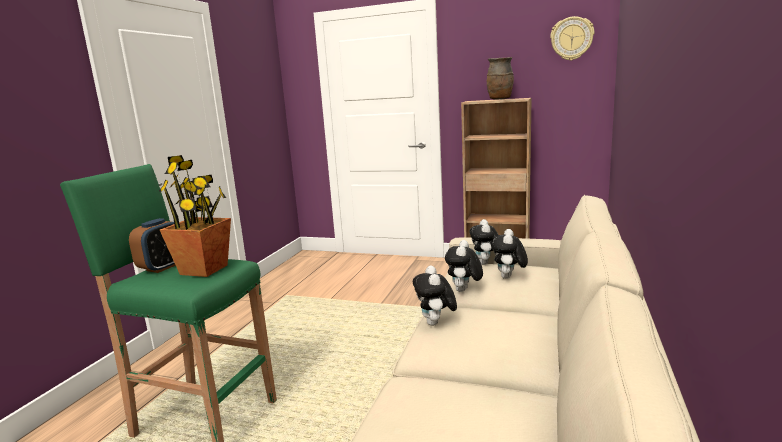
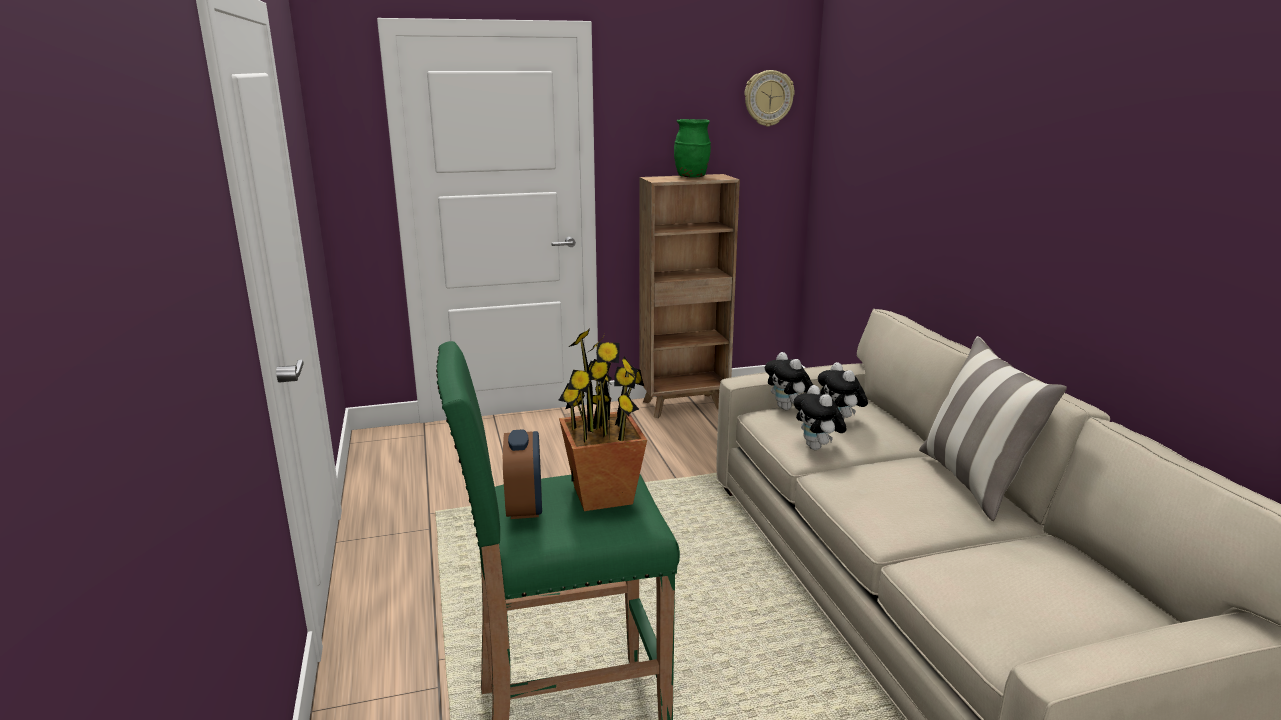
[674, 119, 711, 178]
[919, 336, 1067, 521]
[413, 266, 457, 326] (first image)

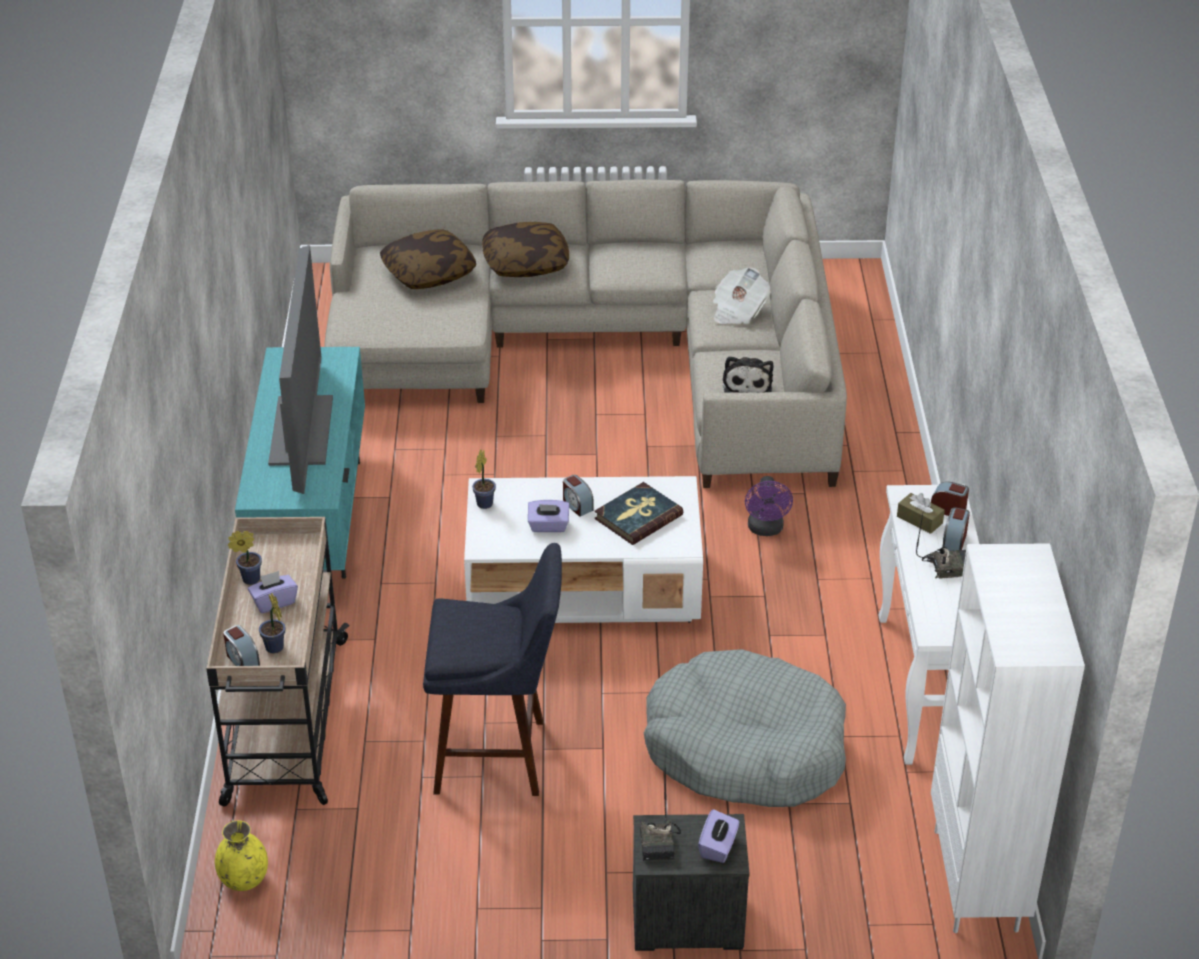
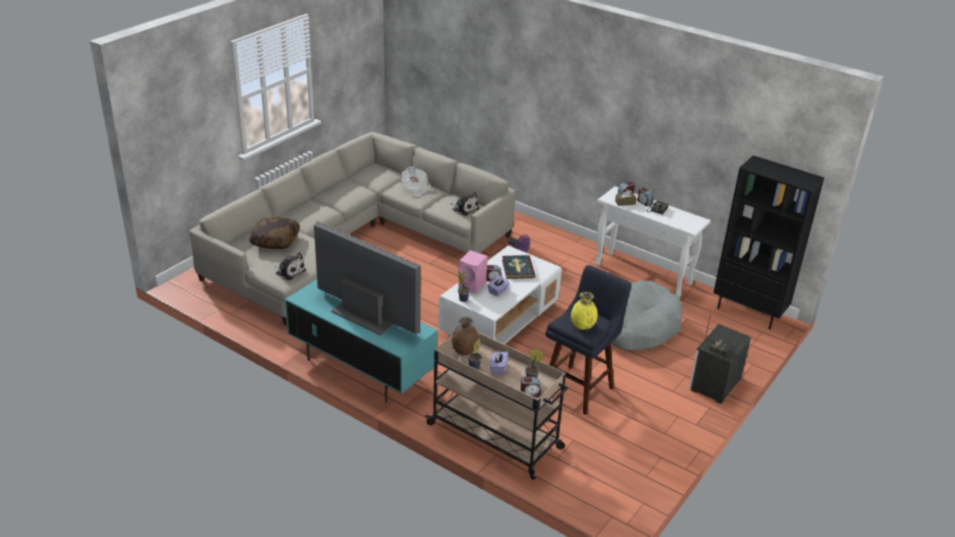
[275, 252, 306, 280]
[452, 317, 479, 356]
[458, 250, 488, 293]
[571, 292, 598, 330]
[713, 155, 824, 330]
[482, 222, 569, 277] (first image)
[698, 809, 739, 863] (first image)

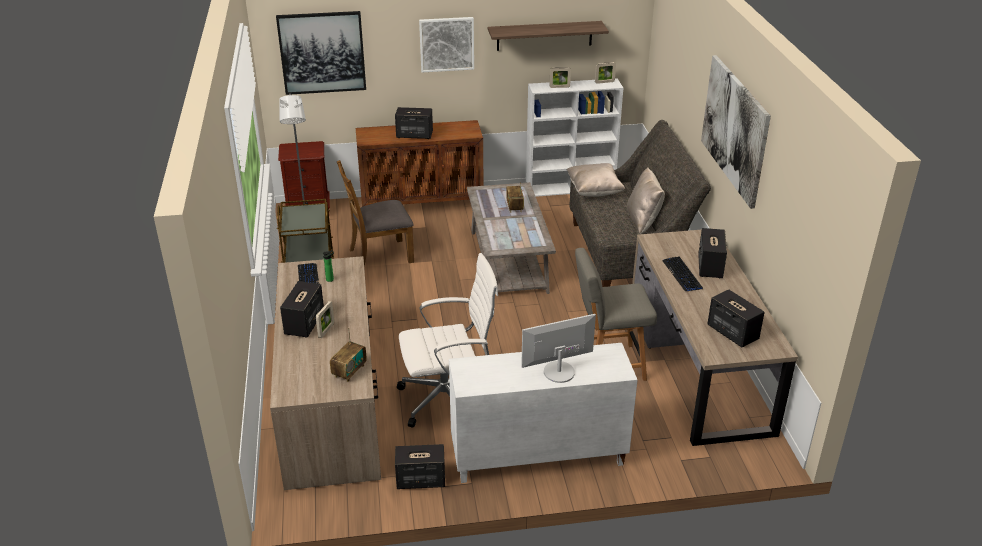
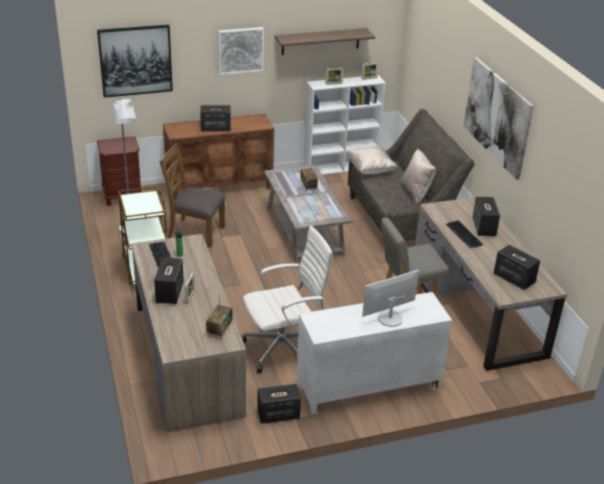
[159, 144, 226, 248]

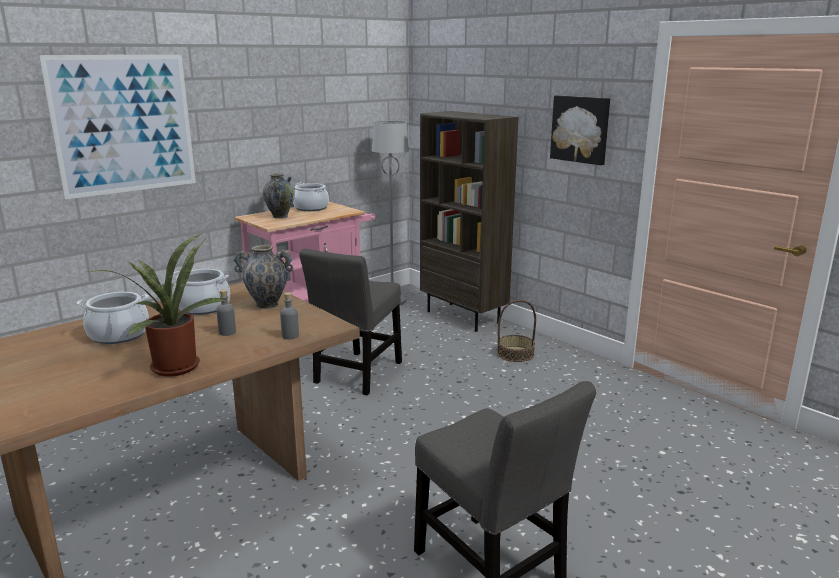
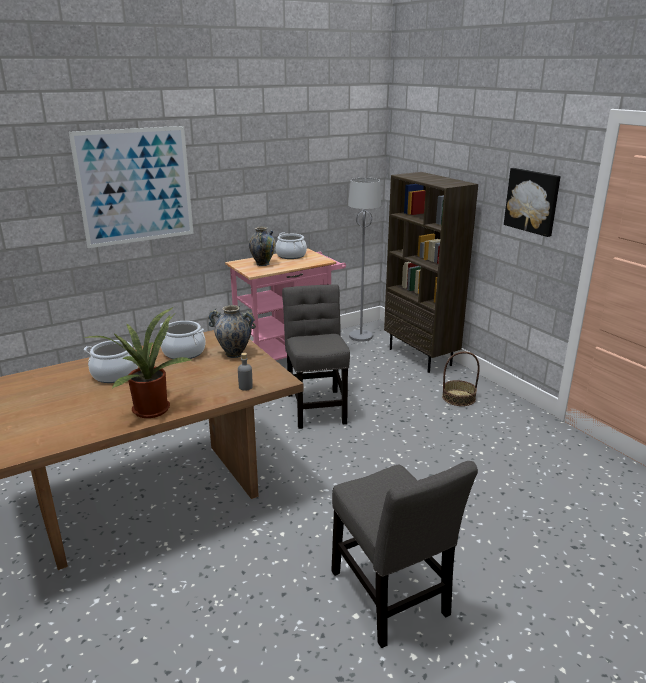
[282, 285, 350, 429]
[216, 289, 236, 336] (first image)

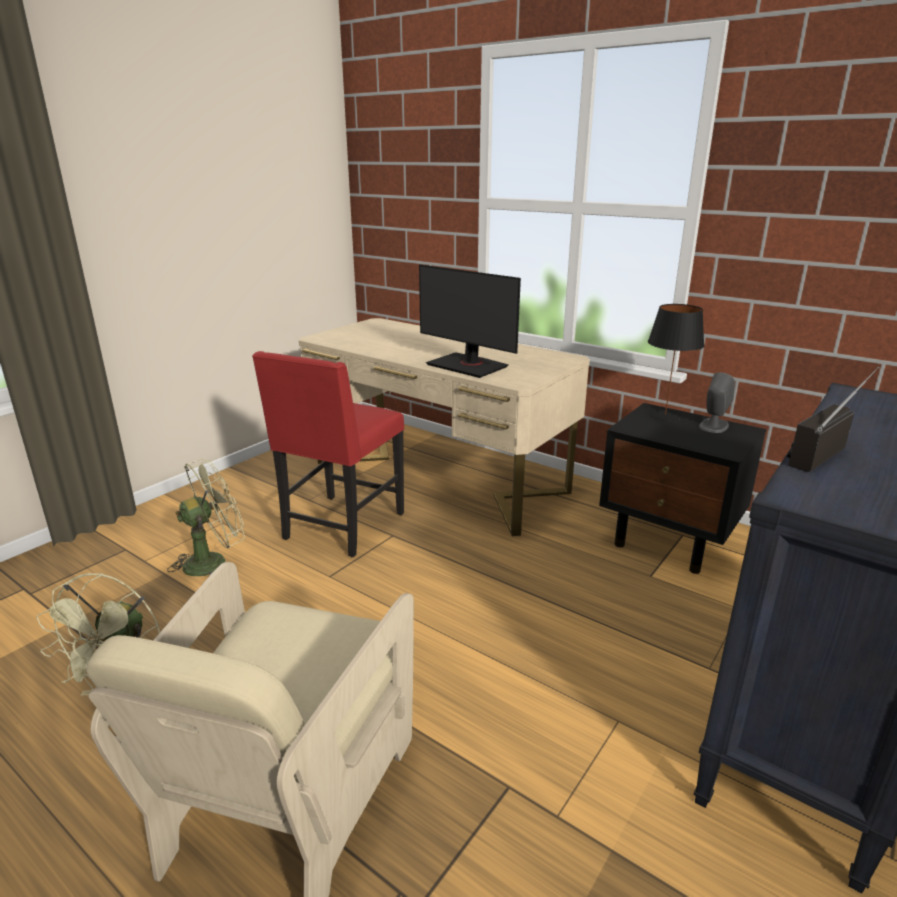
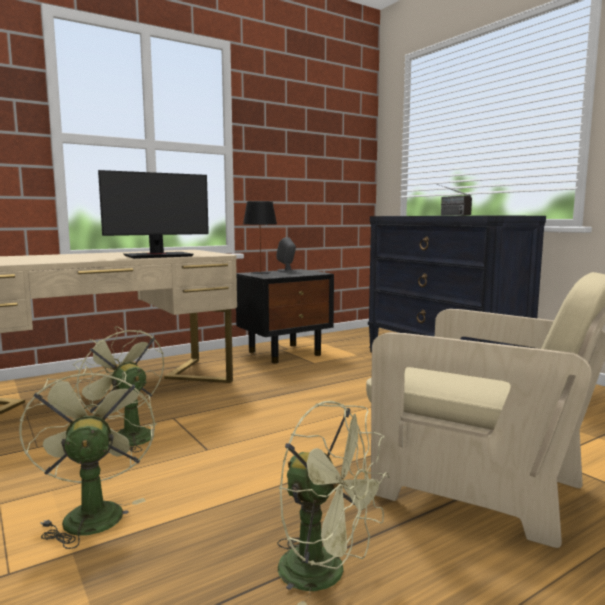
[72, 326, 164, 453]

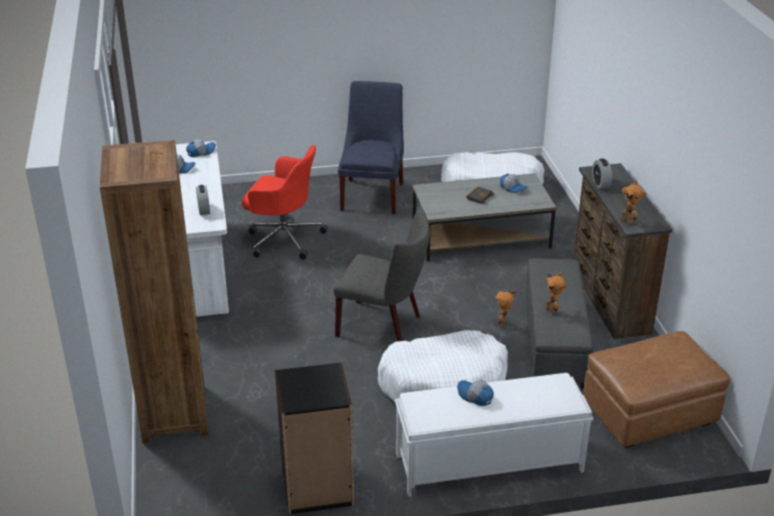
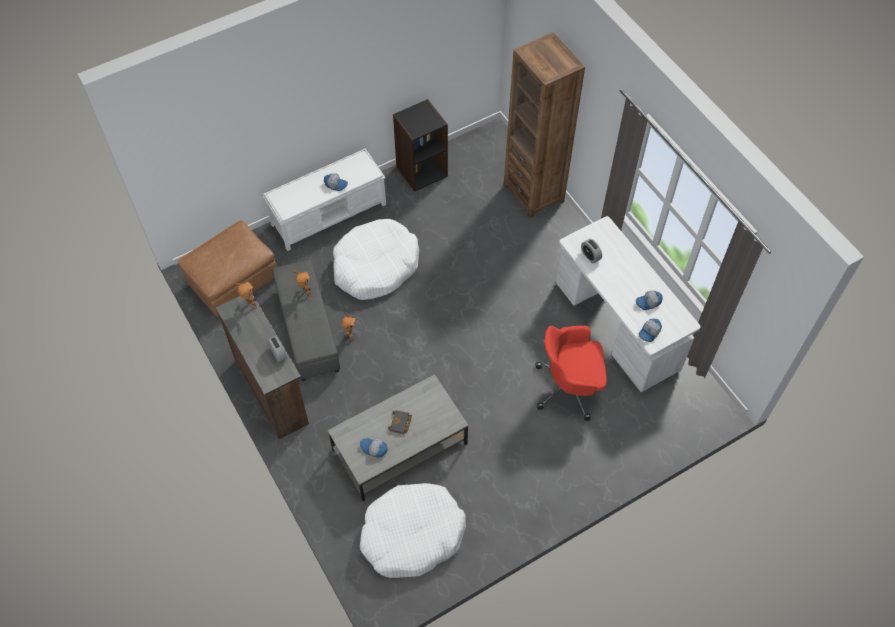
[334, 206, 430, 341] (first image)
[338, 81, 404, 214] (first image)

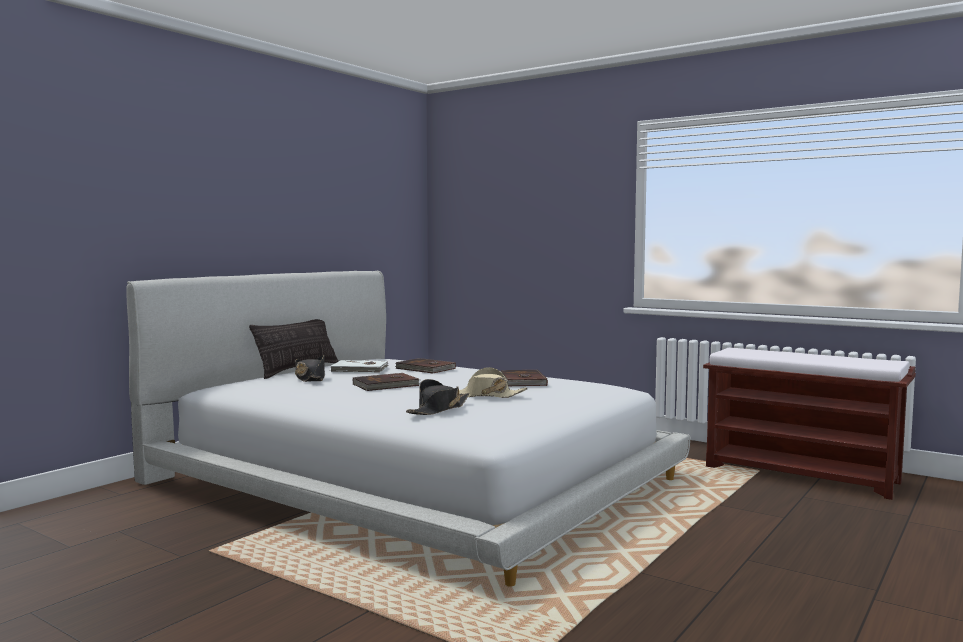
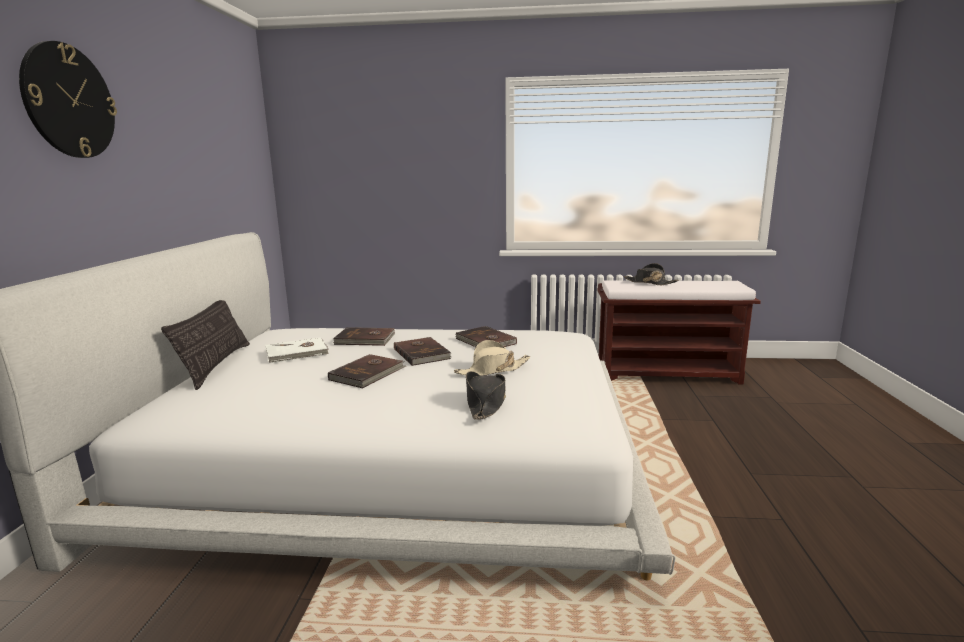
[19, 41, 117, 158]
[394, 337, 451, 366]
[624, 263, 679, 285]

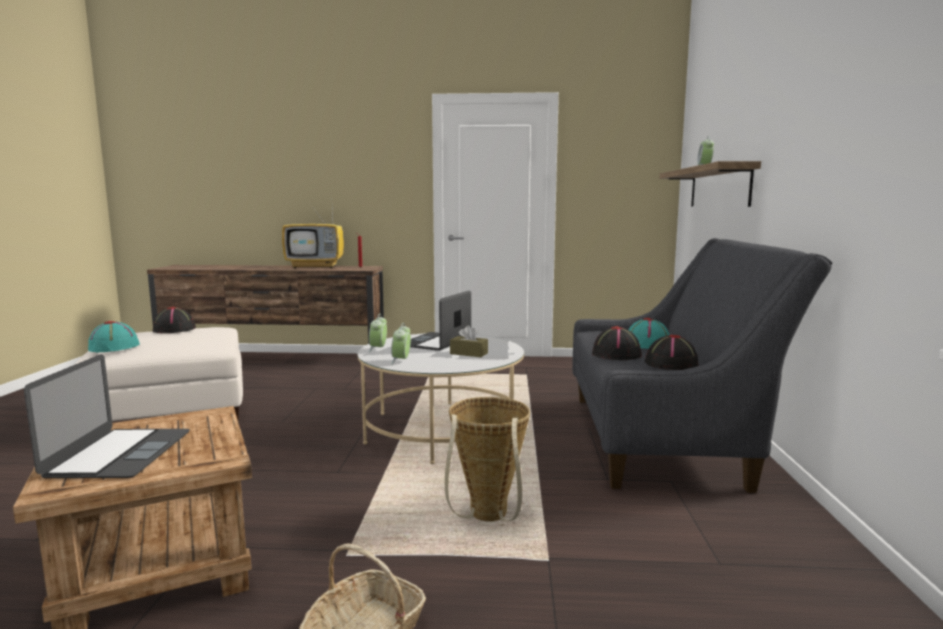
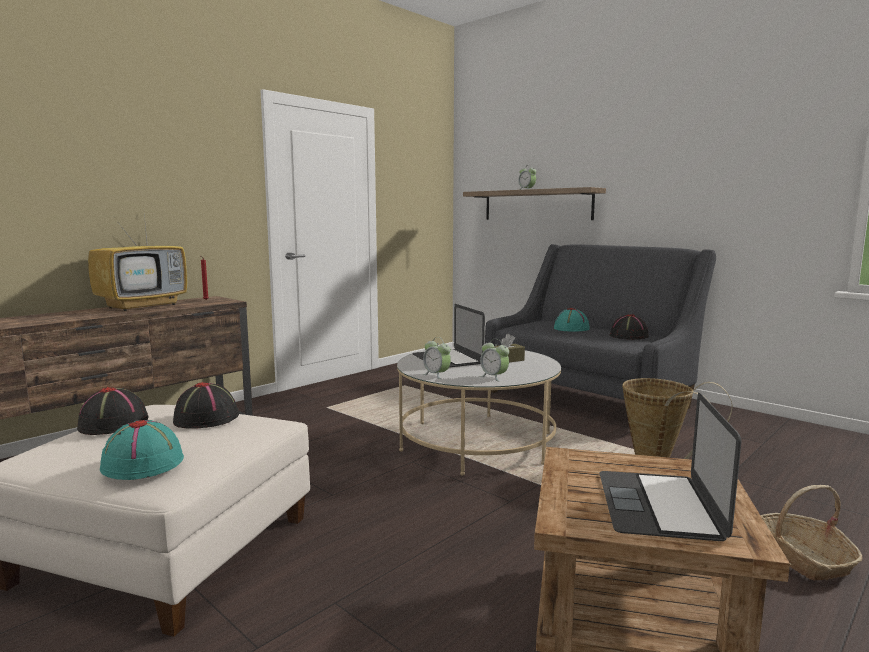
[173, 382, 239, 429]
[599, 393, 742, 541]

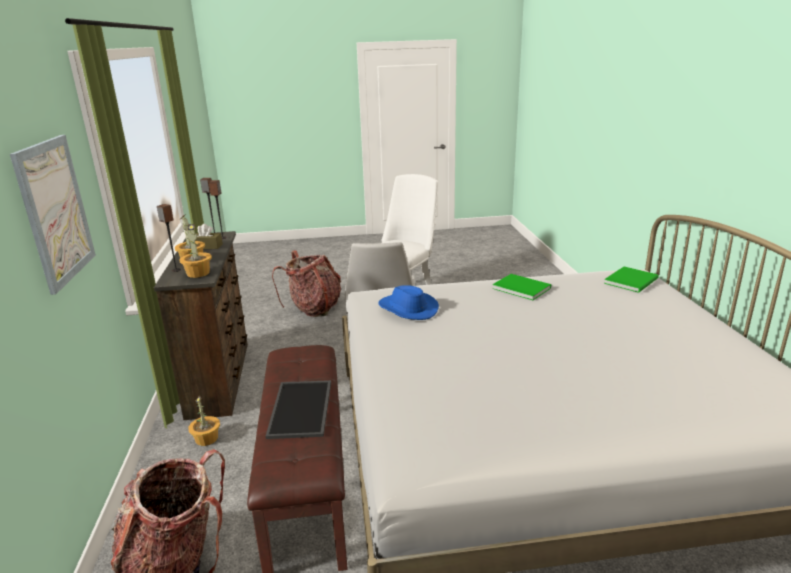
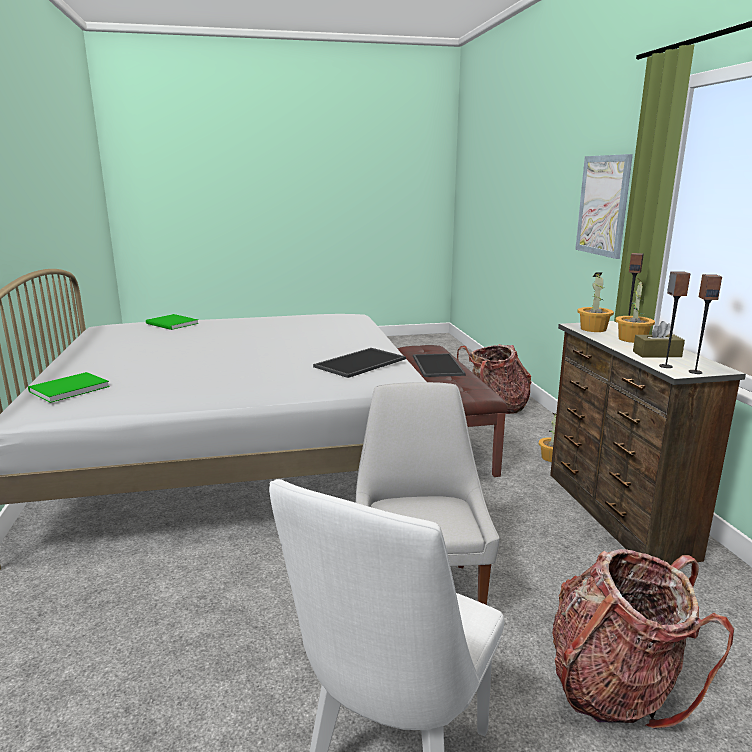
[146, 314, 199, 330]
[313, 348, 406, 378]

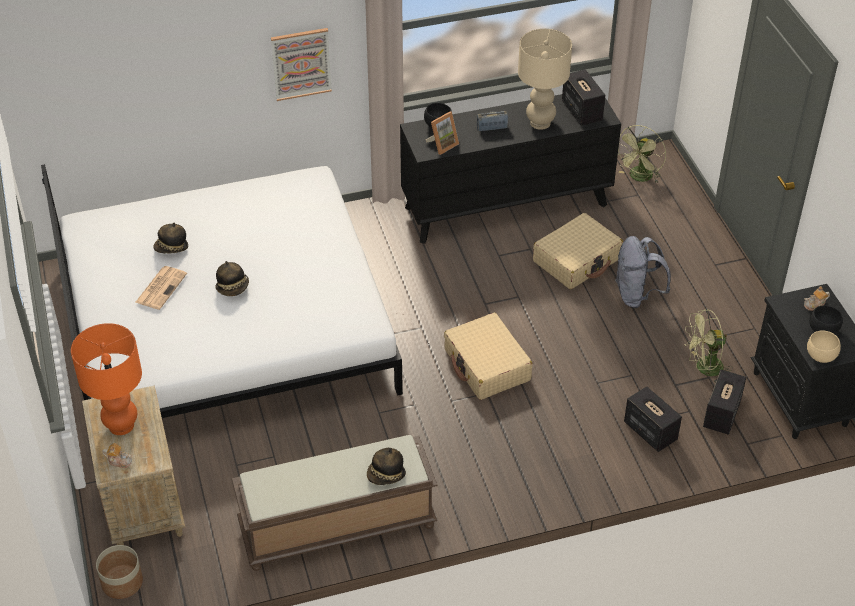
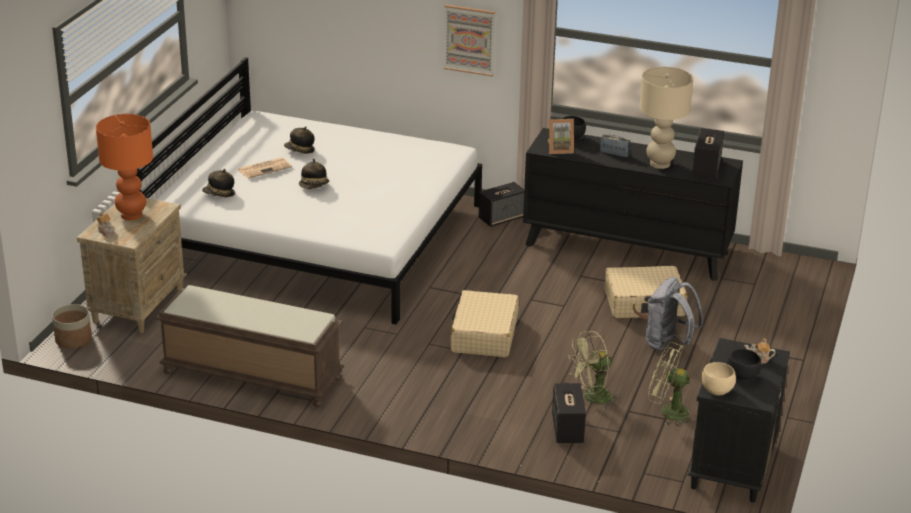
[202, 169, 235, 197]
[479, 182, 524, 227]
[568, 331, 621, 409]

